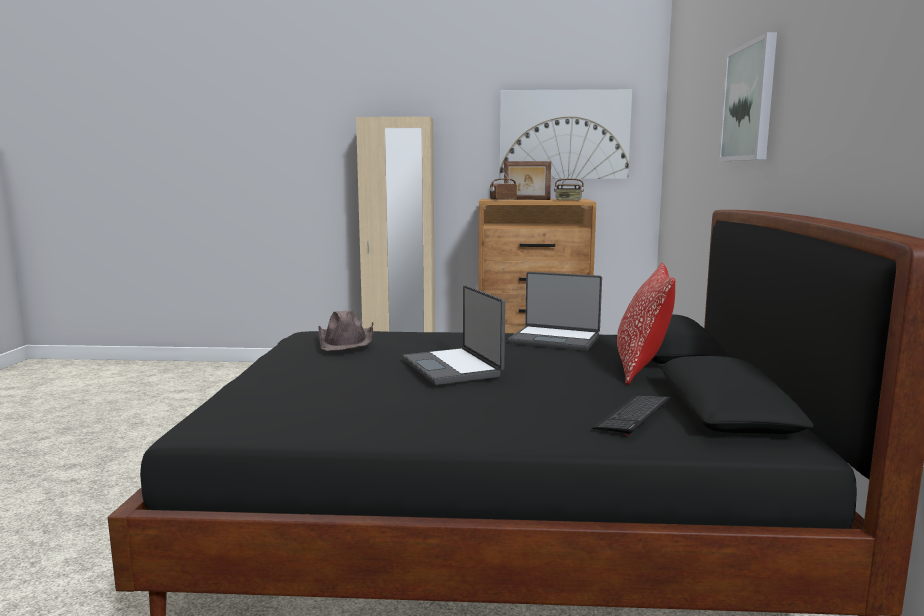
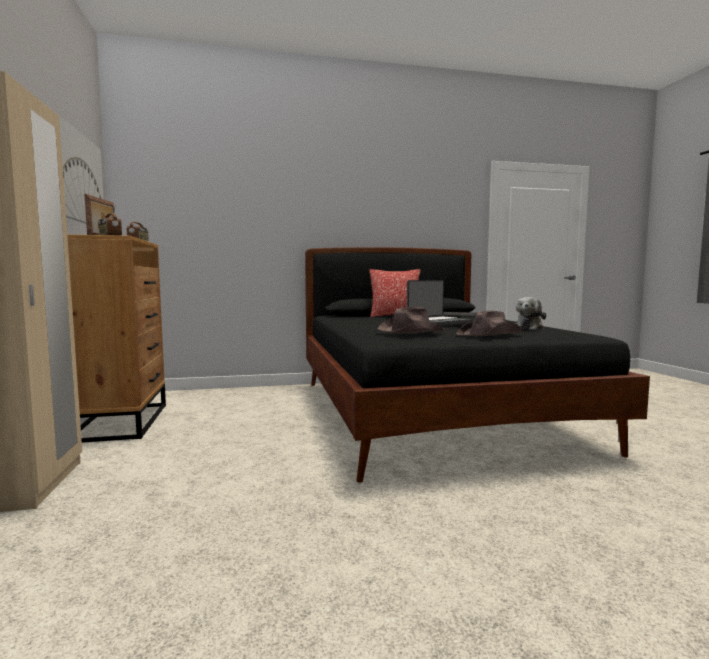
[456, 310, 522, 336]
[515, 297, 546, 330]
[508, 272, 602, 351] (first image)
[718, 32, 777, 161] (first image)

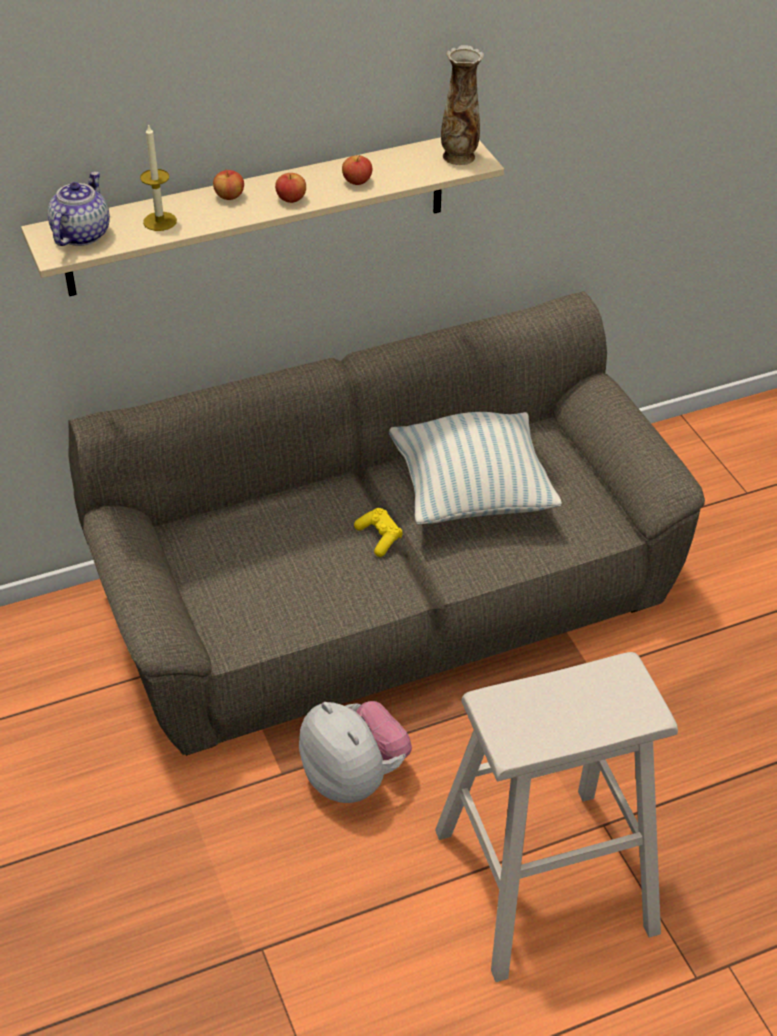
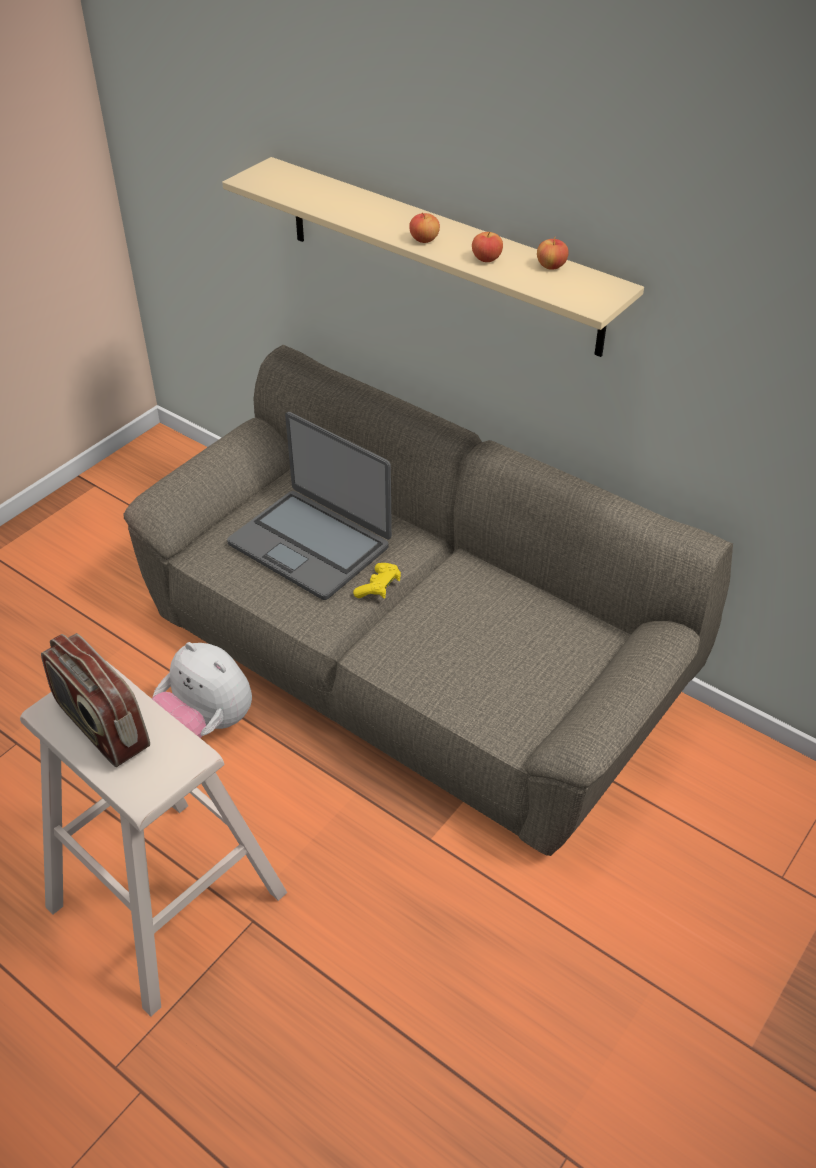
[41, 633, 150, 767]
[151, 642, 252, 738]
[227, 412, 392, 600]
[537, 237, 569, 270]
[48, 171, 110, 246] (first image)
[140, 124, 177, 231] (first image)
[389, 412, 562, 524] (first image)
[441, 45, 484, 165] (first image)

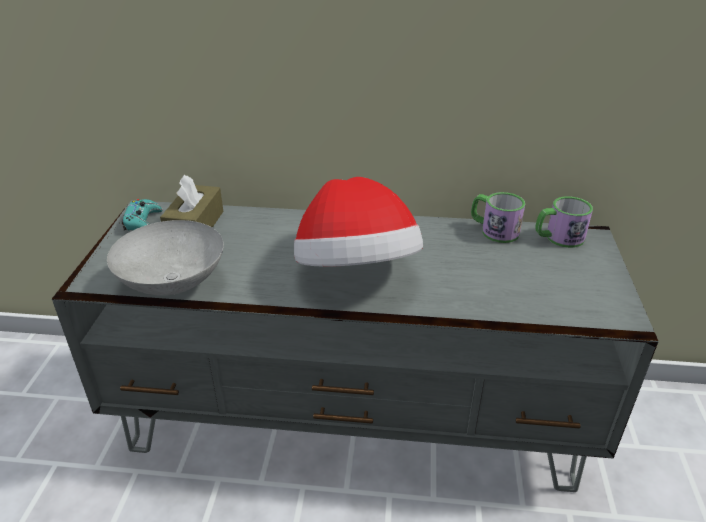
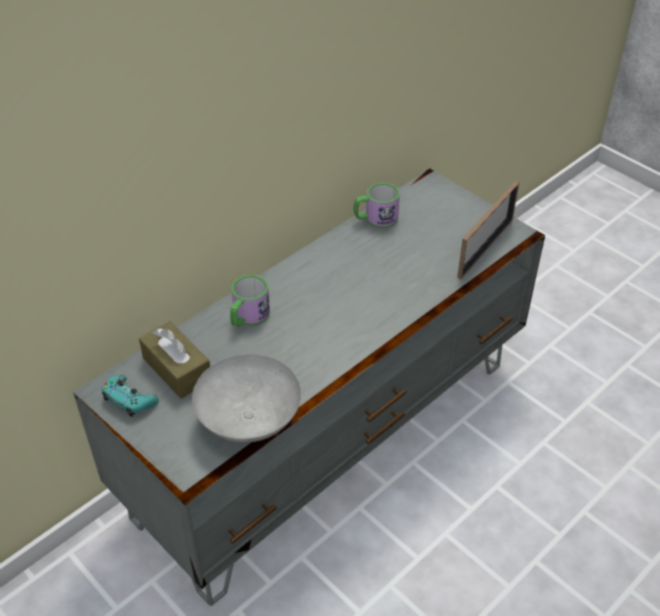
[230, 275, 270, 327]
[457, 181, 519, 279]
[294, 177, 423, 267] (first image)

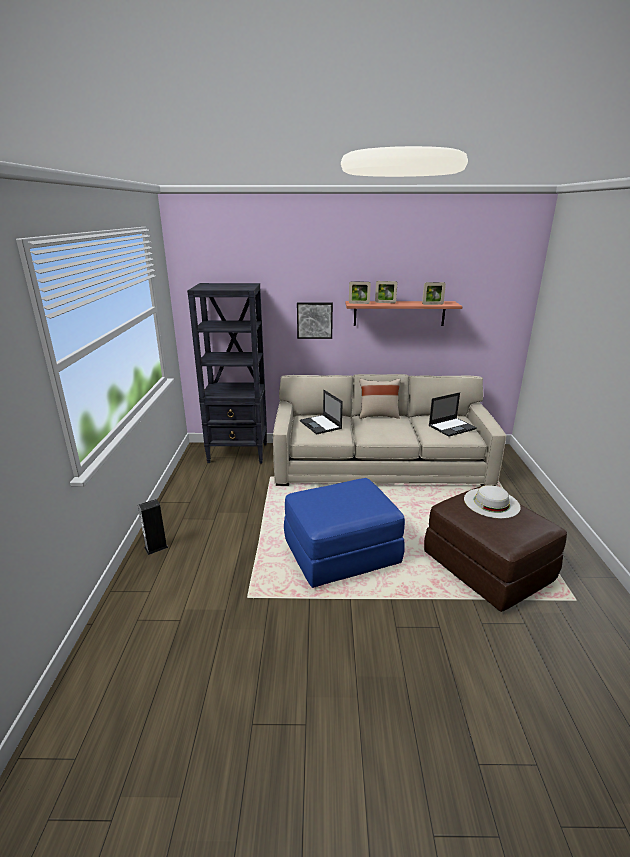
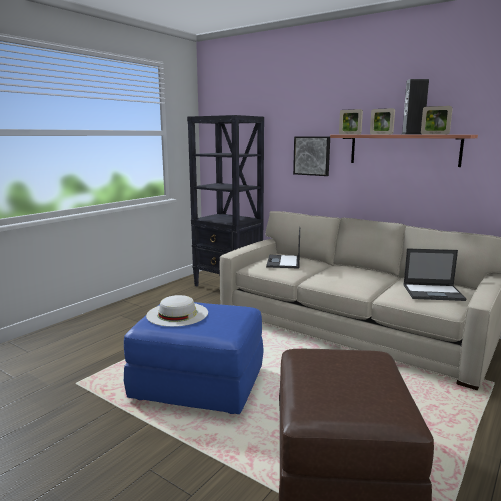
[146, 295, 208, 327]
[401, 79, 429, 135]
[359, 378, 401, 419] (first image)

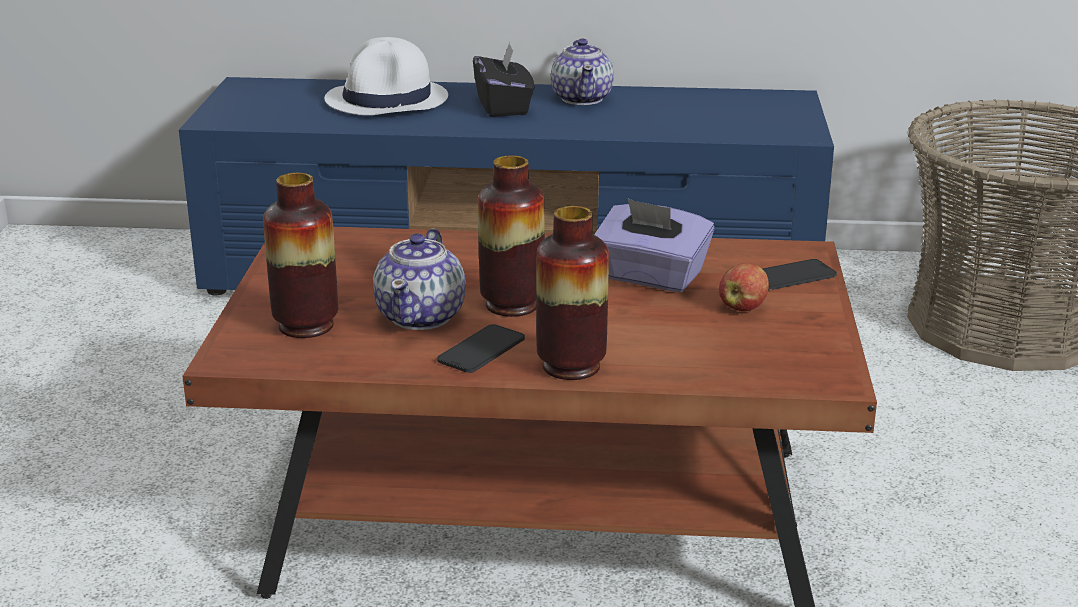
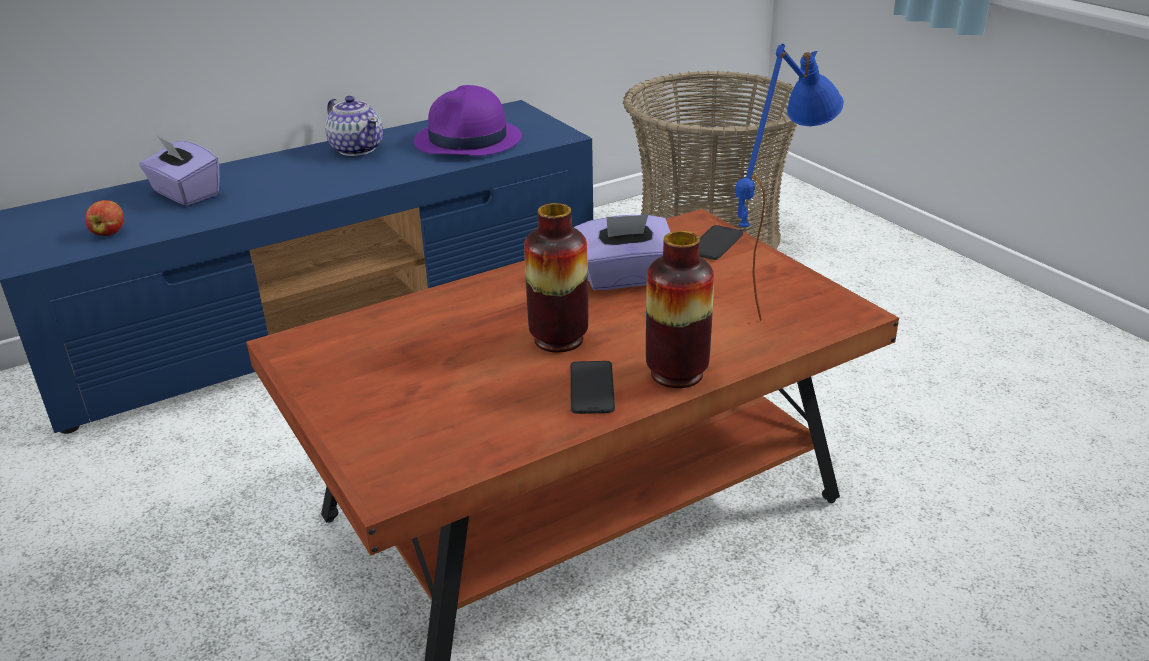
[85, 200, 124, 236]
[139, 136, 220, 206]
[413, 85, 522, 156]
[735, 44, 844, 321]
[263, 173, 338, 338] (first image)
[373, 228, 466, 330] (first image)
[473, 42, 535, 117] (first image)

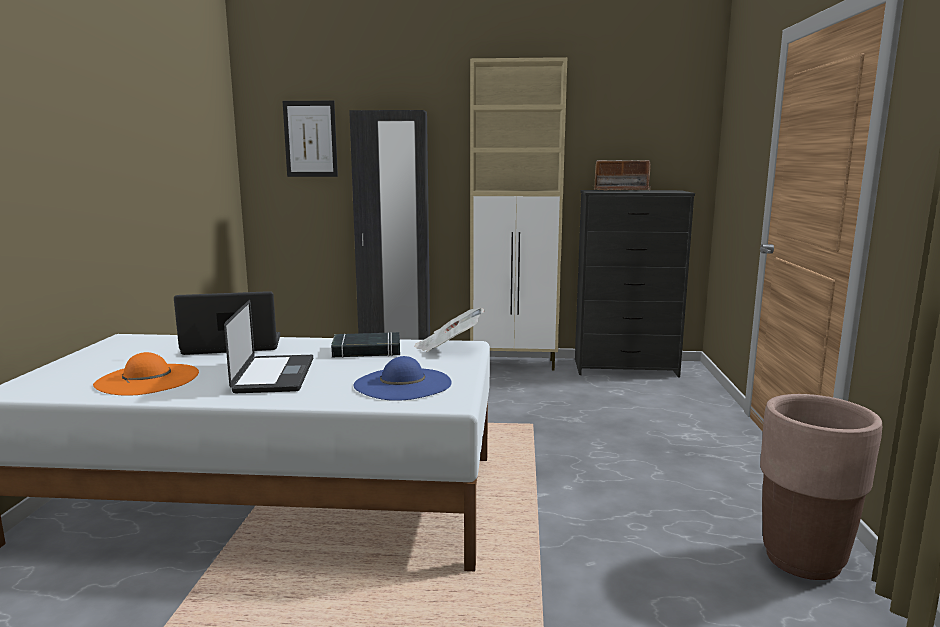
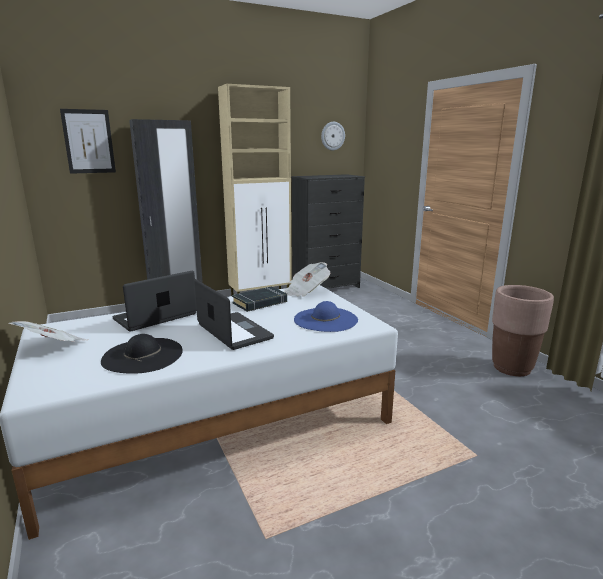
[9, 321, 89, 342]
[101, 334, 183, 374]
[321, 122, 345, 150]
[594, 160, 652, 190] (first image)

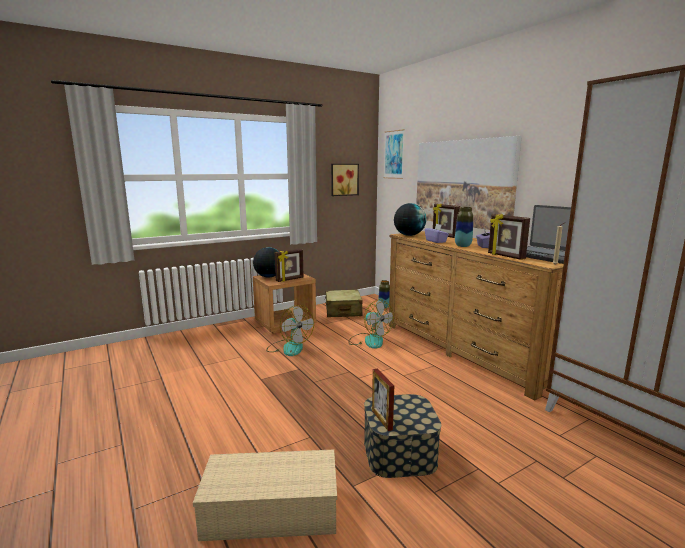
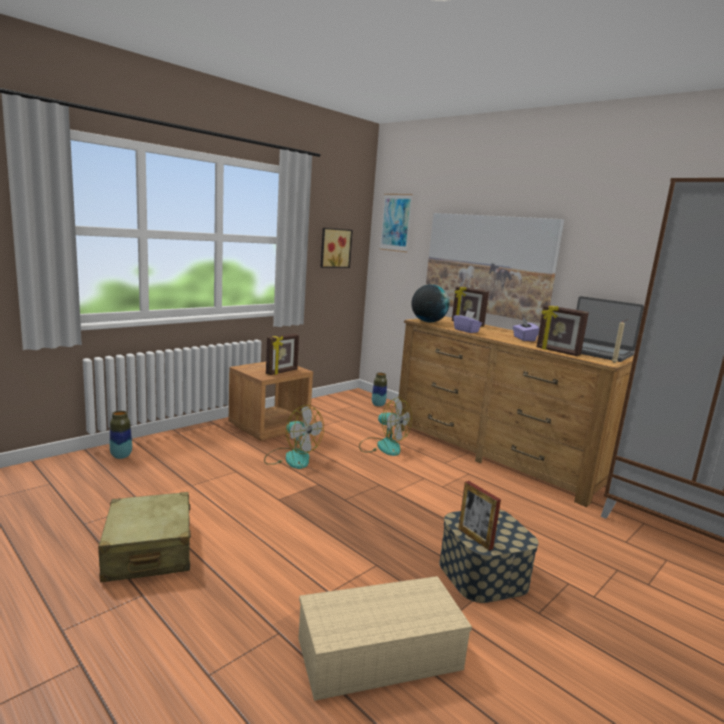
[98, 492, 191, 583]
[110, 411, 132, 459]
[253, 247, 279, 278] (first image)

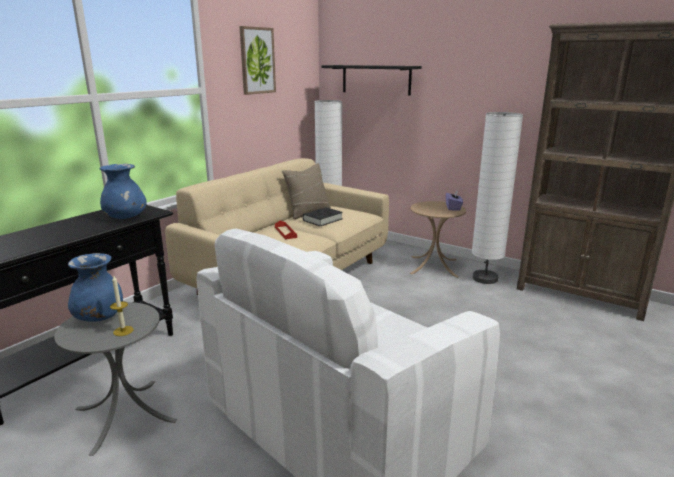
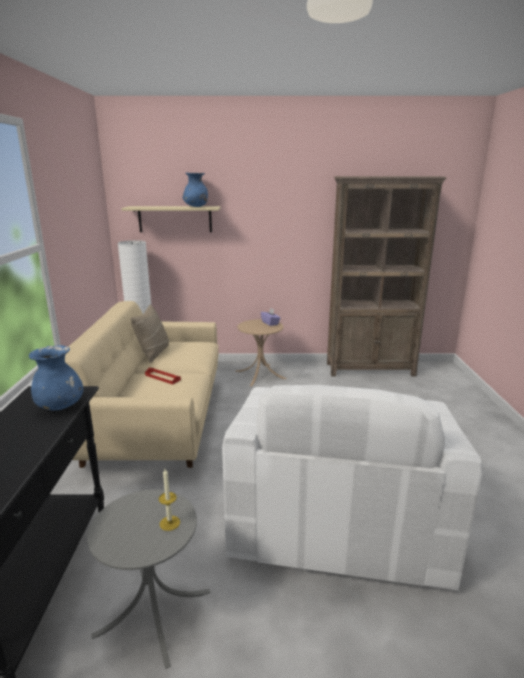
[121, 206, 220, 232]
[183, 173, 208, 207]
[239, 26, 276, 95] (first image)
[303, 207, 343, 226] (first image)
[472, 112, 523, 284] (first image)

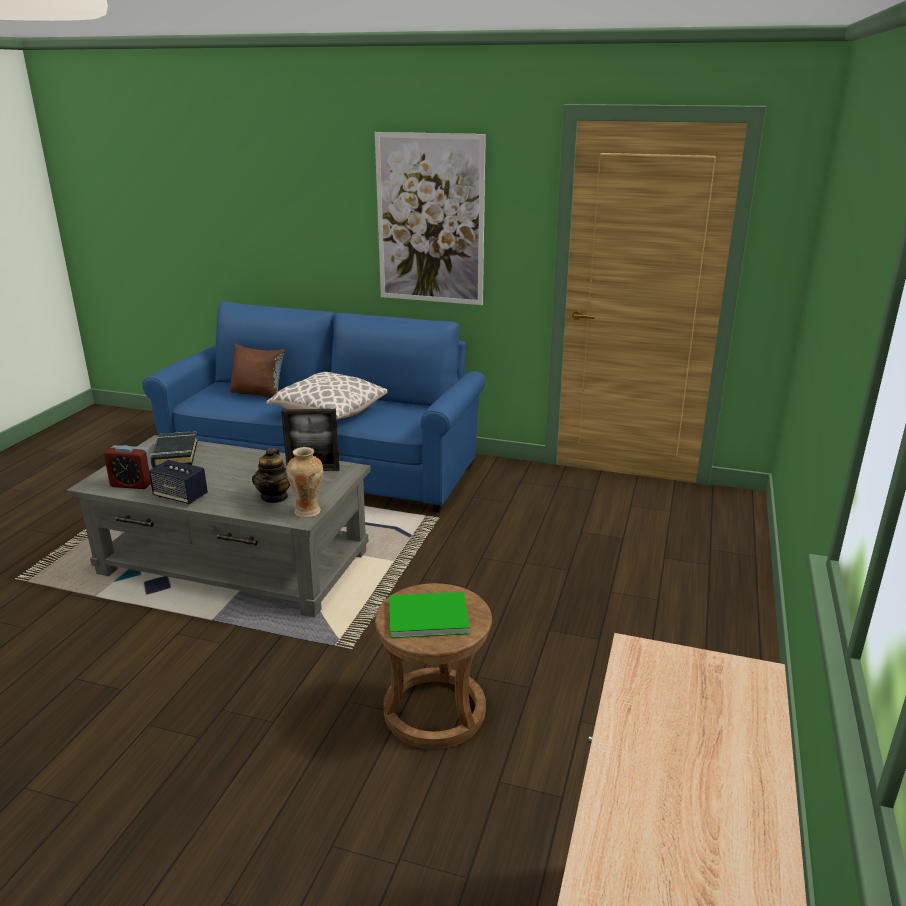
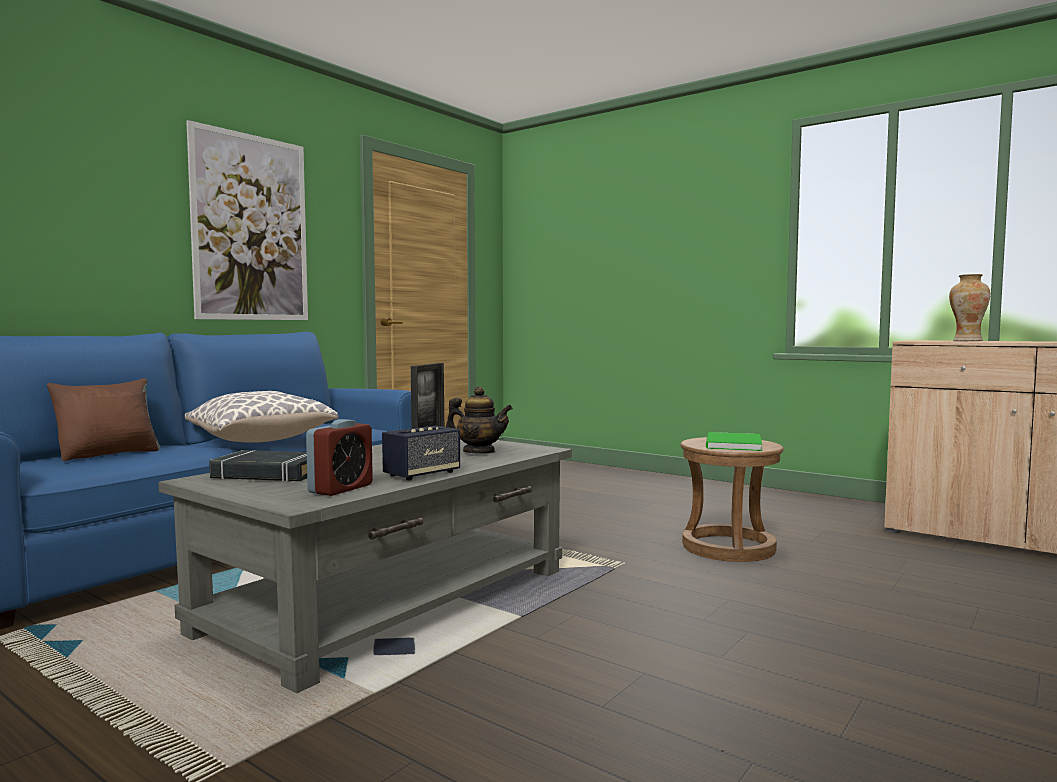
[949, 274, 990, 341]

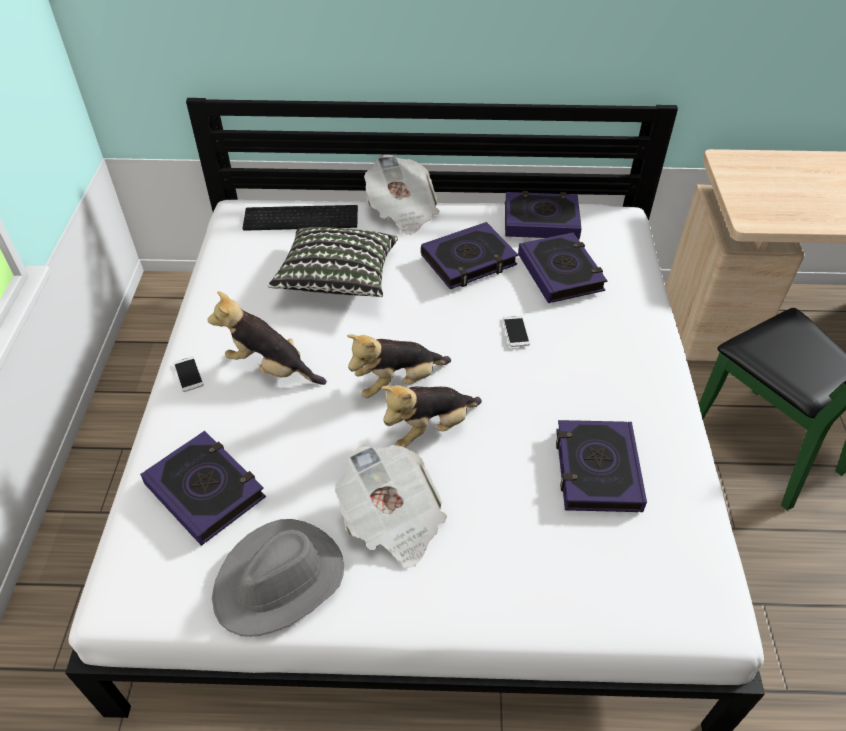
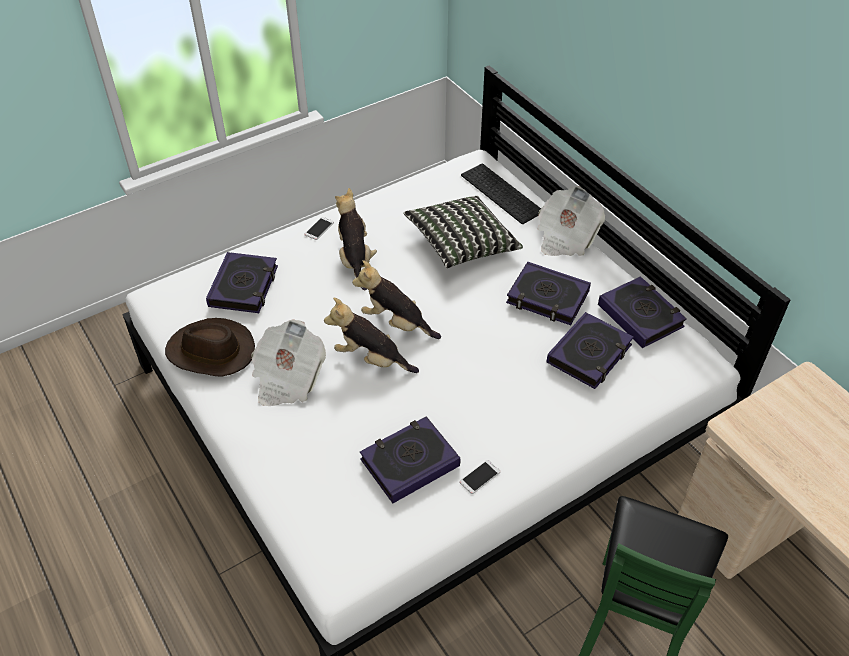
[165, 318, 255, 377]
[460, 460, 500, 494]

